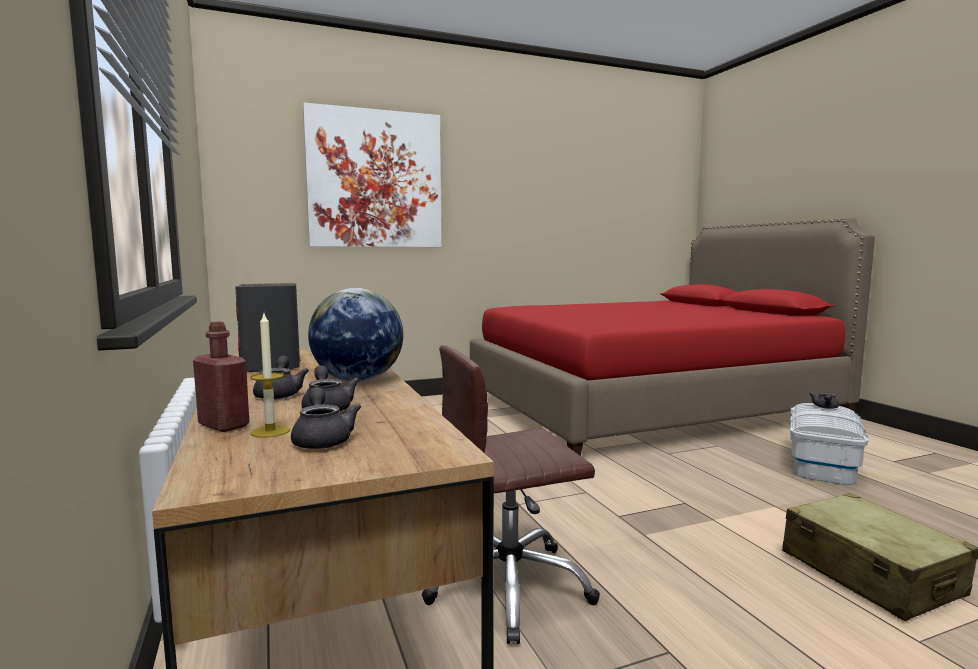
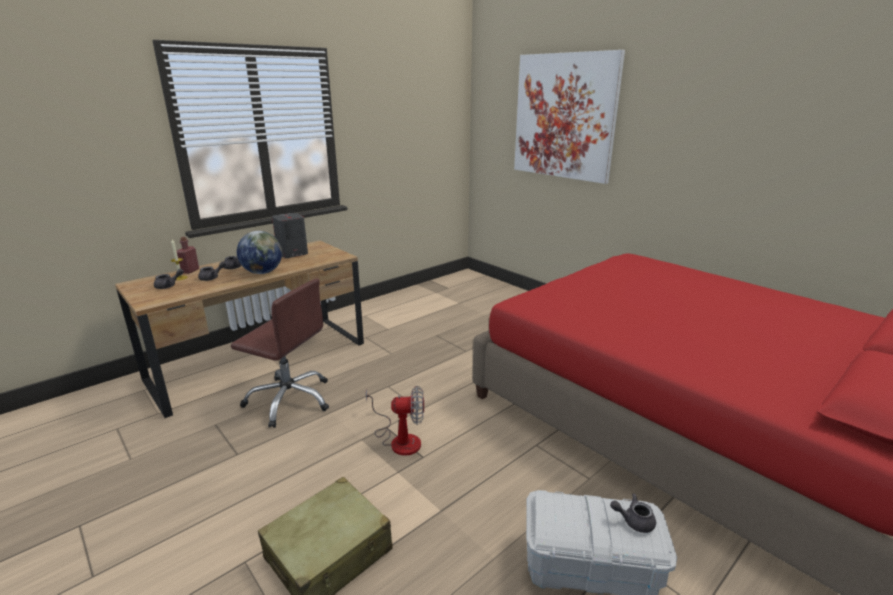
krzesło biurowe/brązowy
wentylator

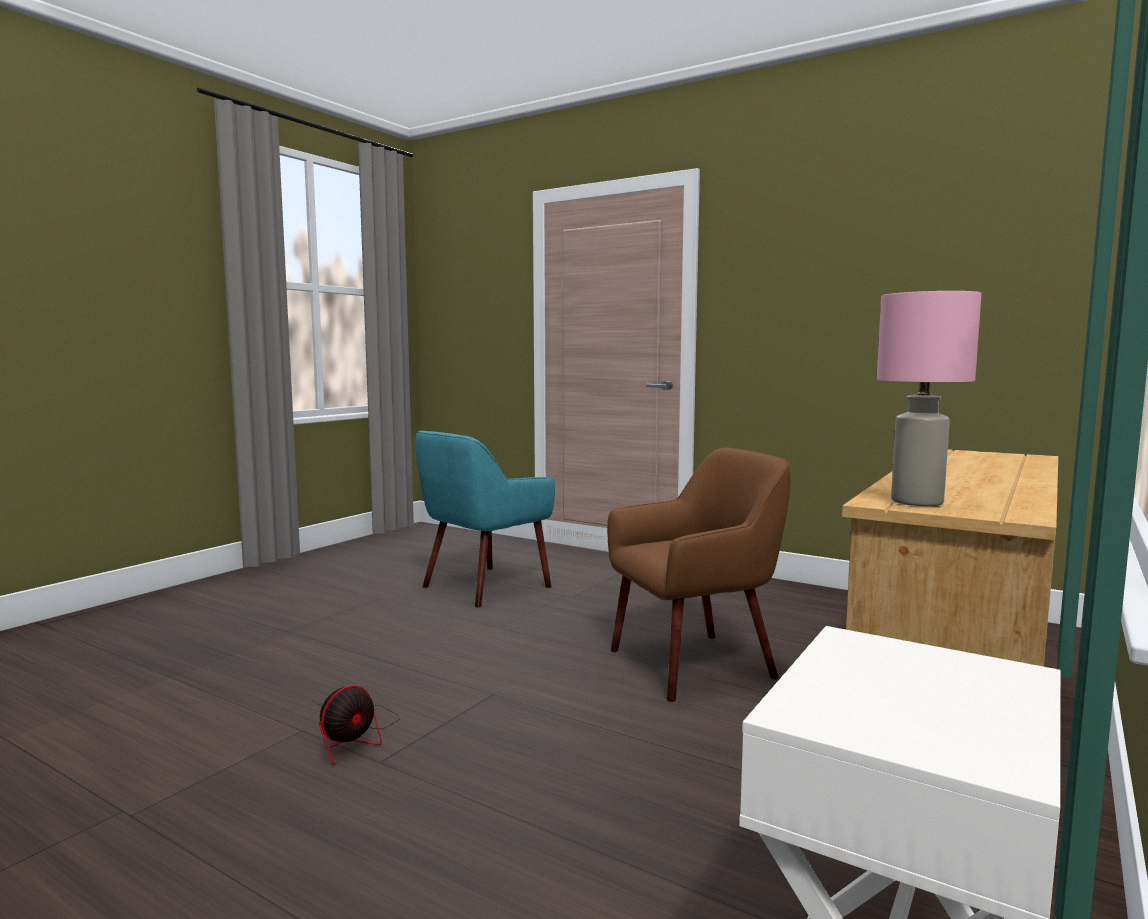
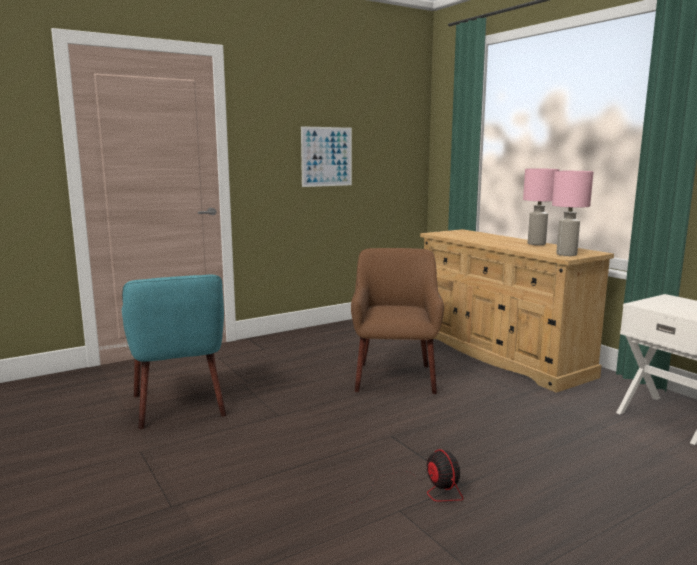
obraz
lampa stołowa/różowy (no. 1 from left)

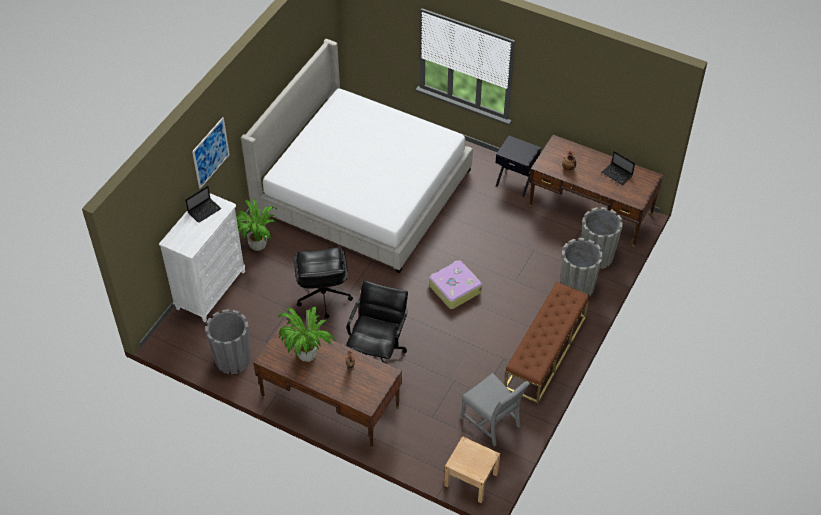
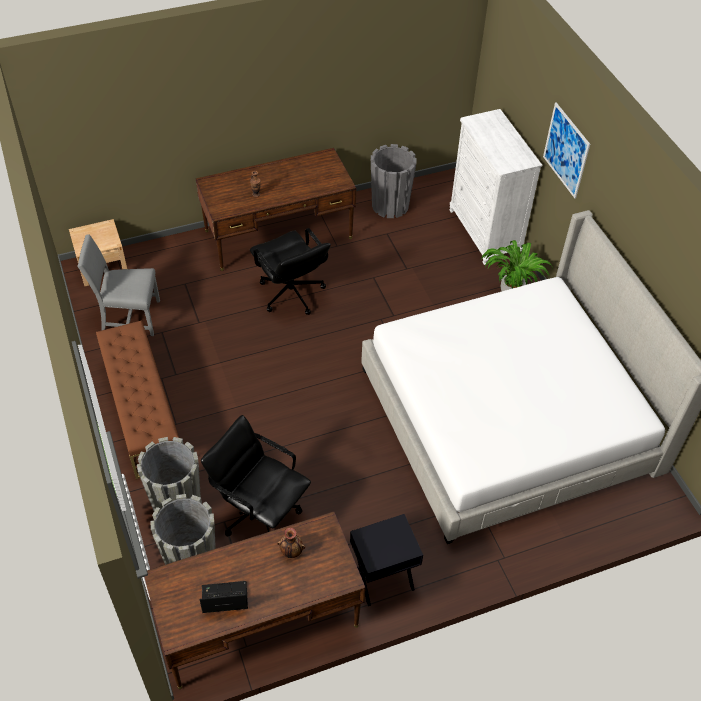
laptop (no. 1 from left in the first image)
krzesło biurowe/czarny (no. 1 from left)
walizka
roślina doniczkowa (no. 2 from left in the first image)

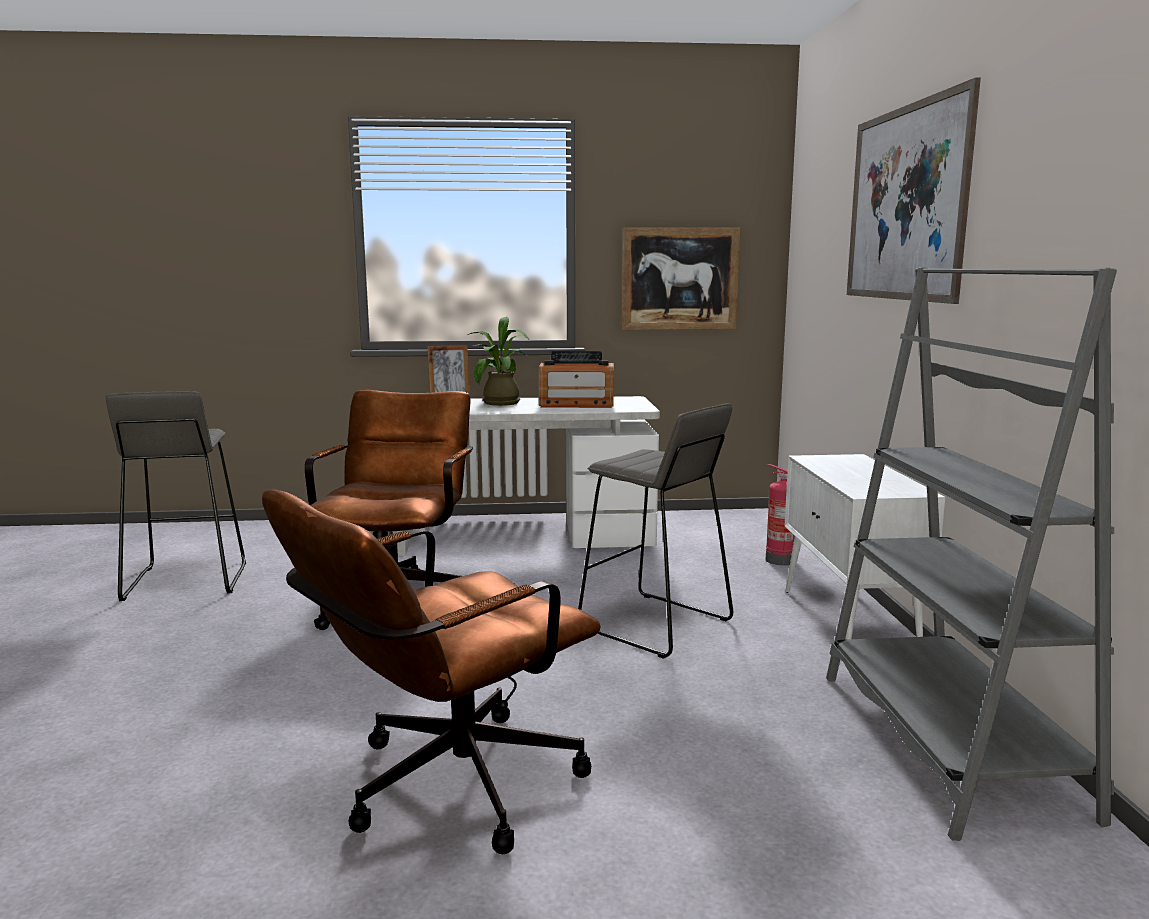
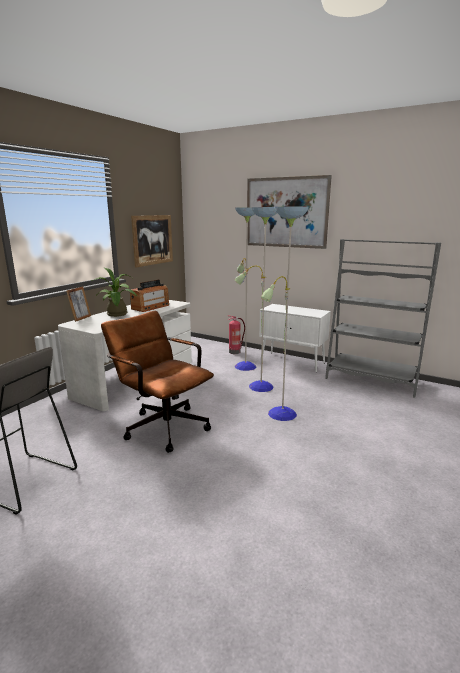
lampa stojąca
krzesło biurowe/brązowy (no. 2 from left in the first image)

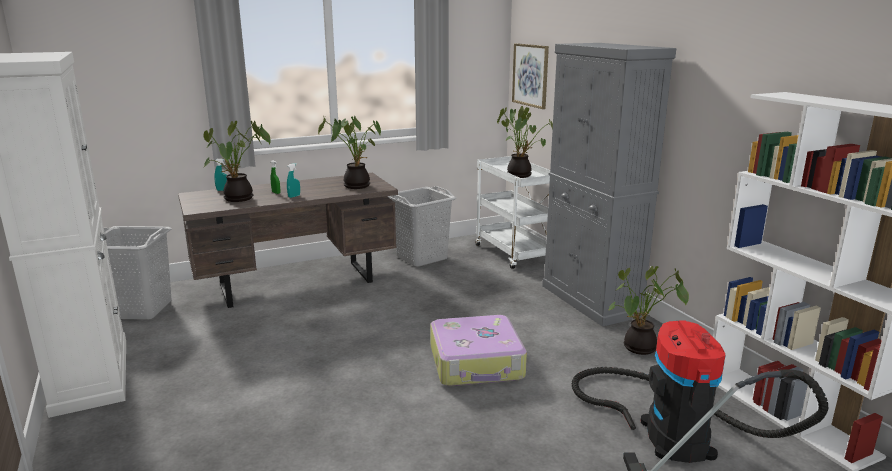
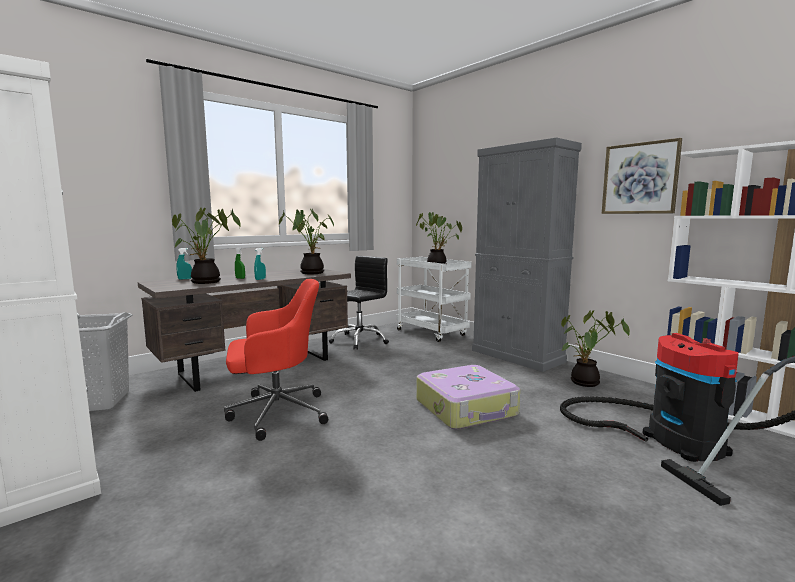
obraz
krzesło biurowe/czarny
krzesło biurowe/czerwony

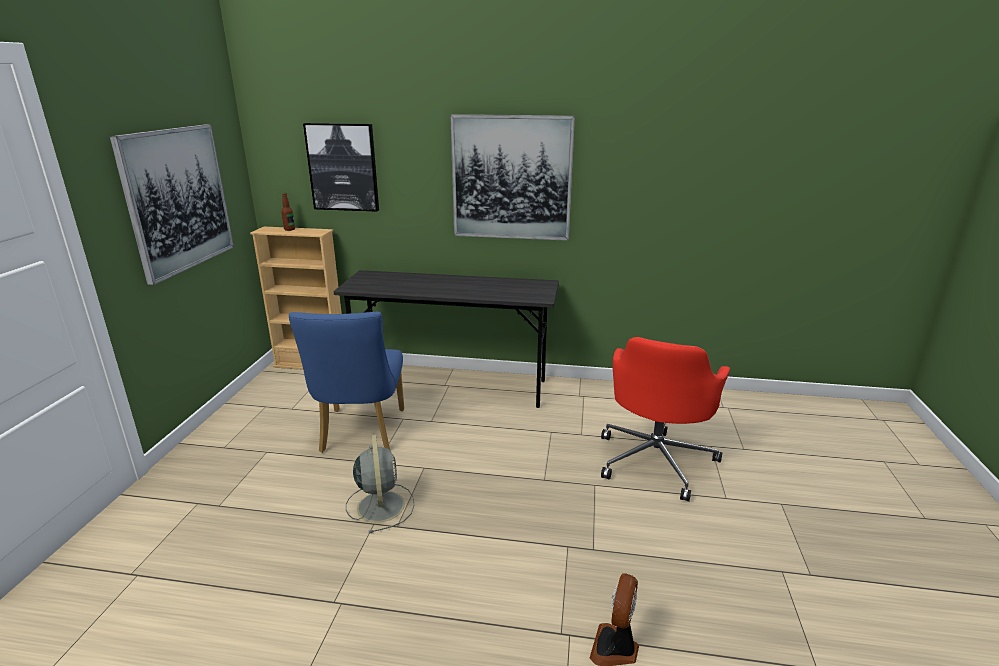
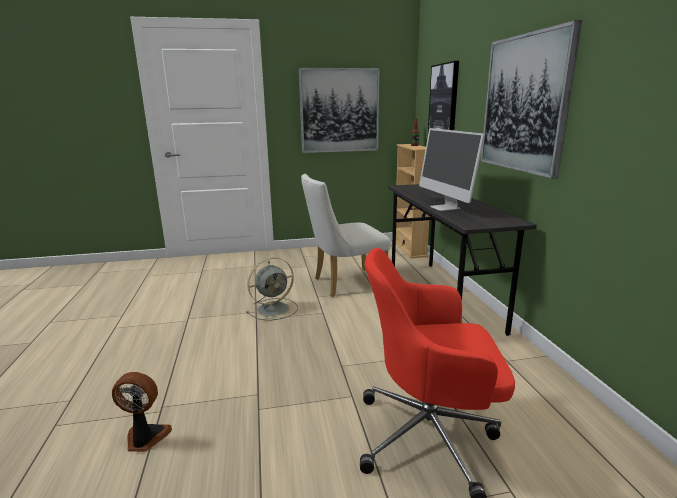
krzesło/biały
monitor

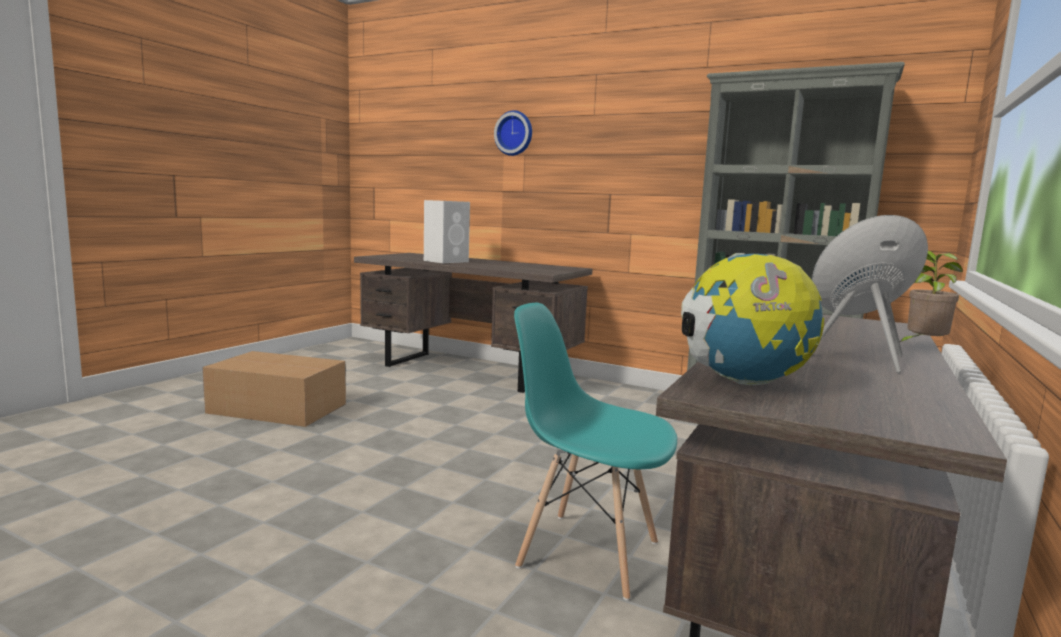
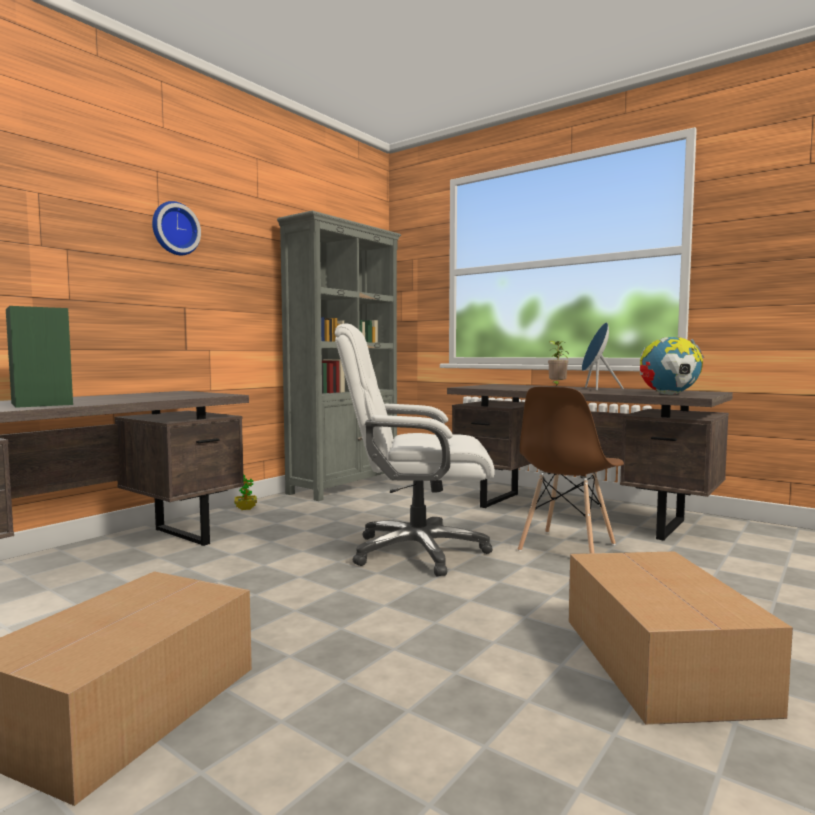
zegar ścienny
głośnik/zielony
krzesło/brązowy
krzesło biurowe/biały
roślina doniczkowa (no. 1 from left)
karton (no. 2 from left)

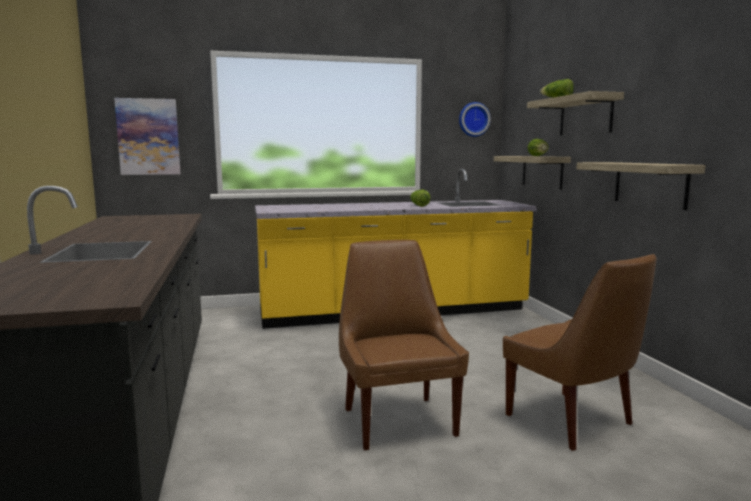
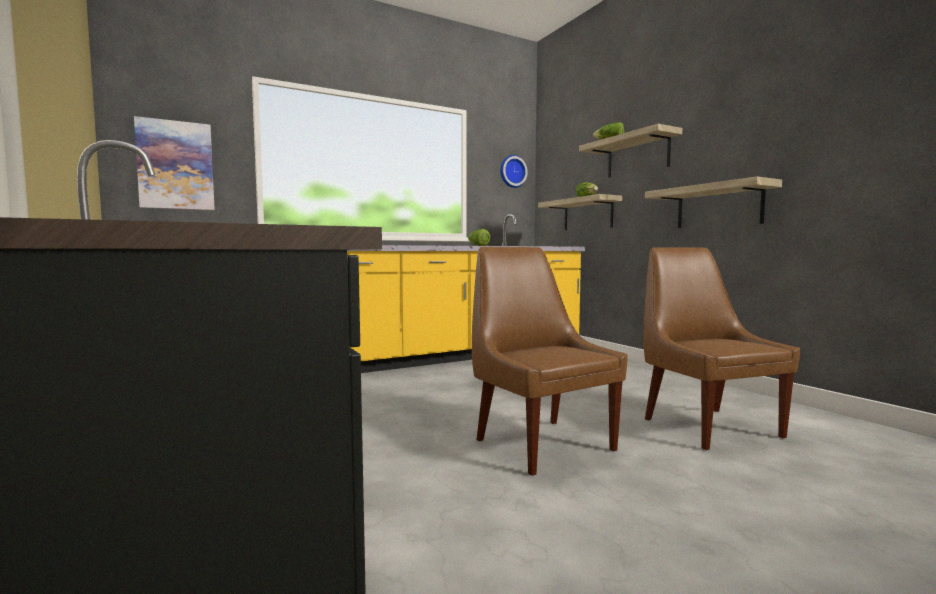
krzesło/brązowy (no. 2 from left)

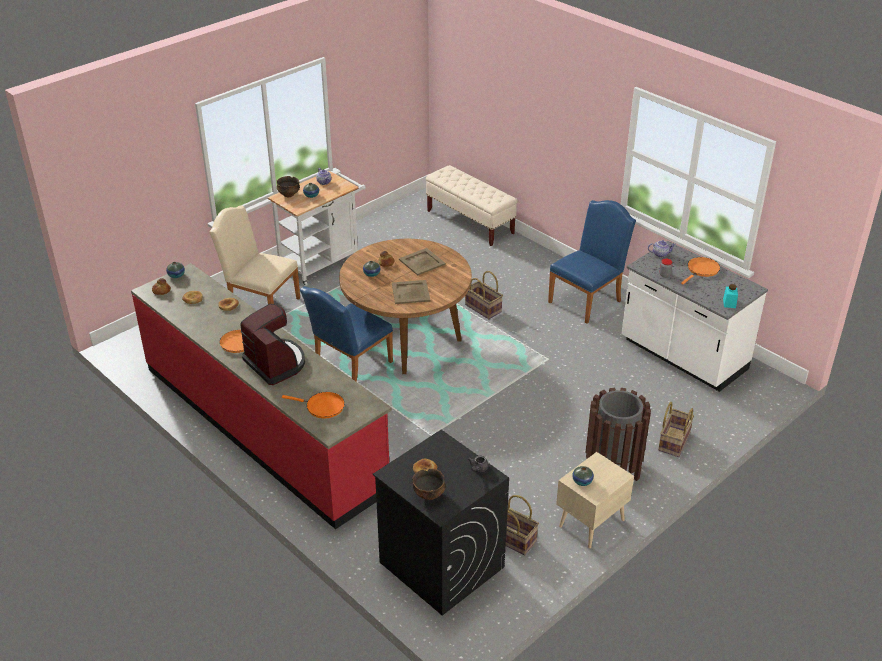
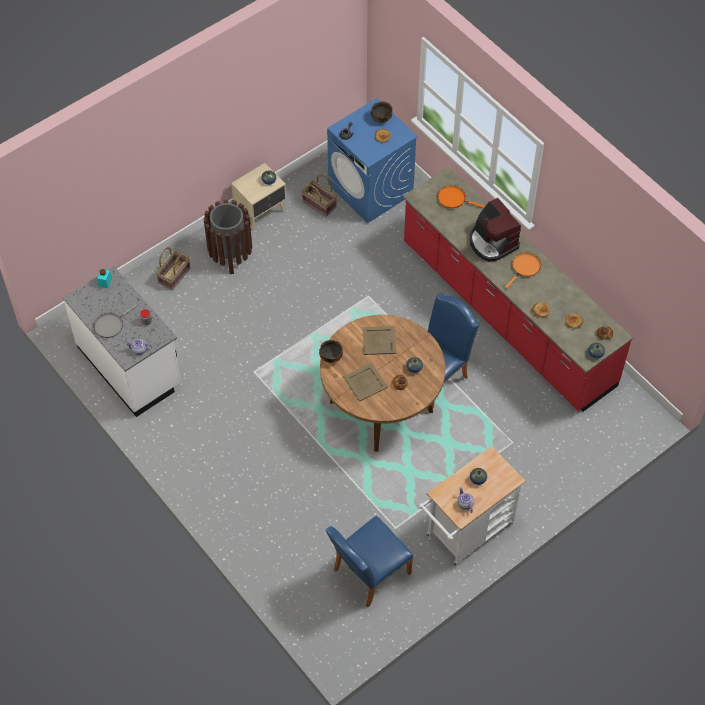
ławka/beżowy
miska (no. 1 from left)
krzesło/niebieski (no. 1 from left)
krzesło/beżowy
patelnia/szary
koszyk (no. 1 from left in the first image)
pralka/niebieski

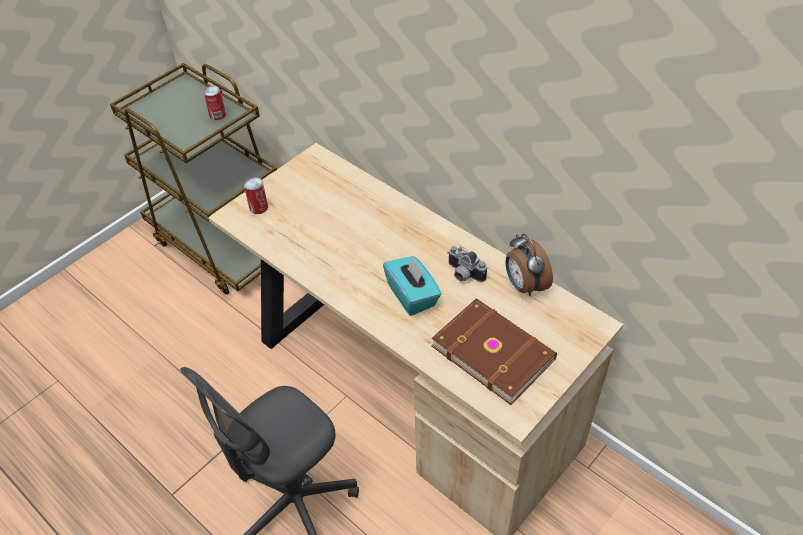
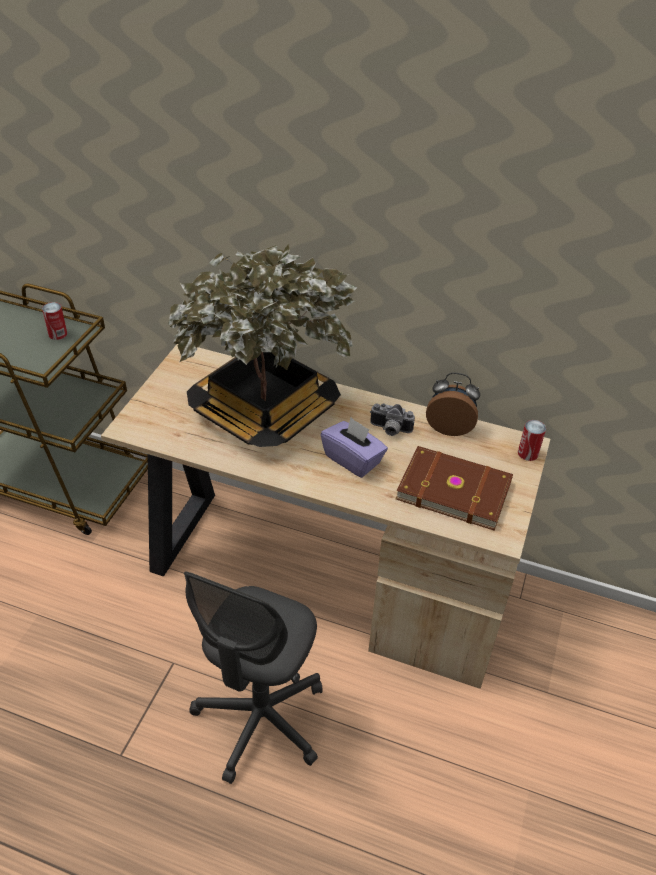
puszka (no. 2 from left)
budzik
pudełko chusteczek/fioletowy
roślina doniczkowa

